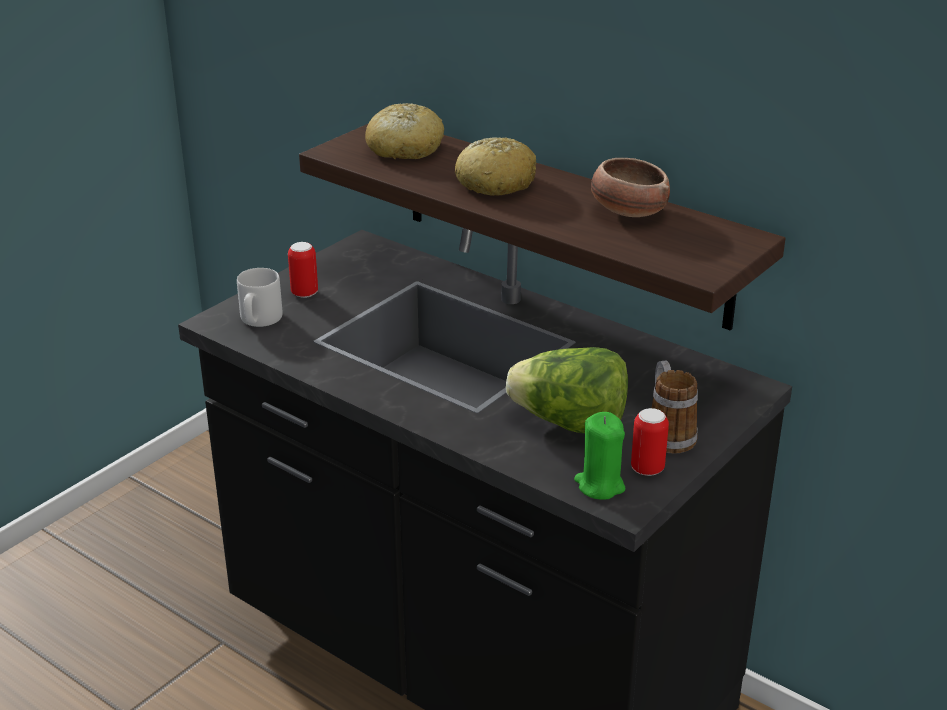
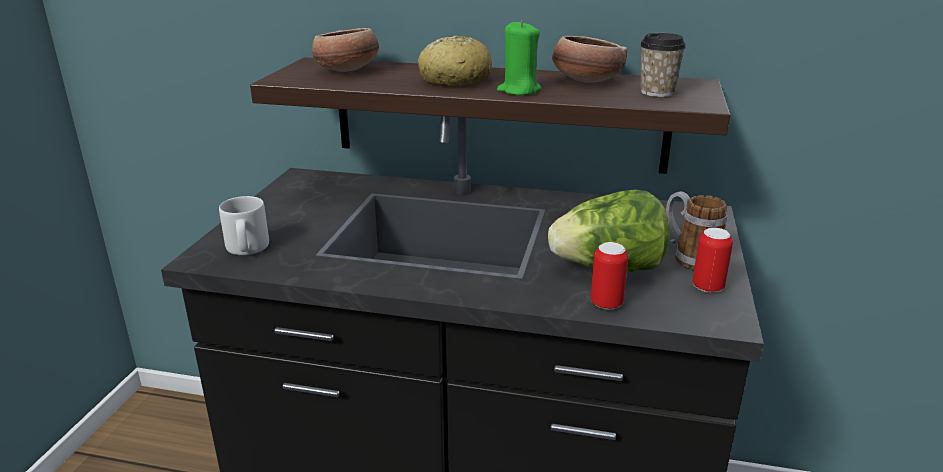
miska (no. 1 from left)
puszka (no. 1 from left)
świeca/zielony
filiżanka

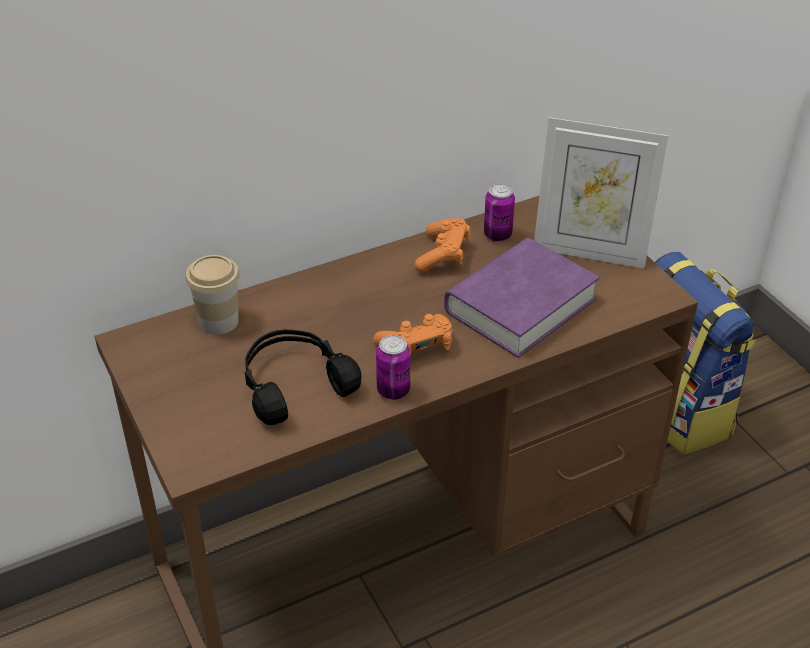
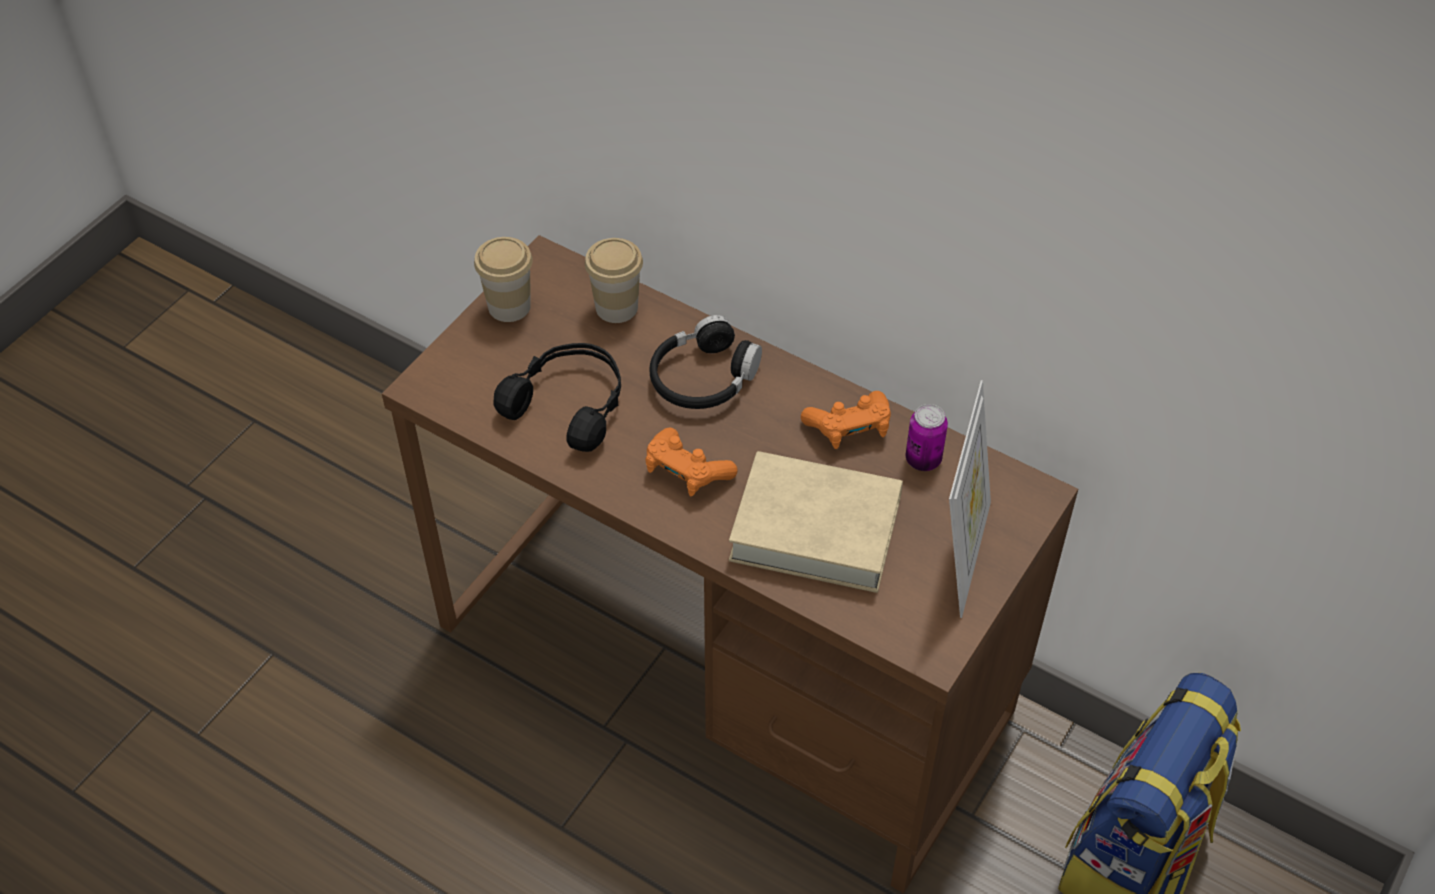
ramka na zdjęcie
książka/beżowy
puszka (no. 1 from left in the first image)
filiżanka (no. 1 from left)
słuchawki/czarny (no. 2 from left)

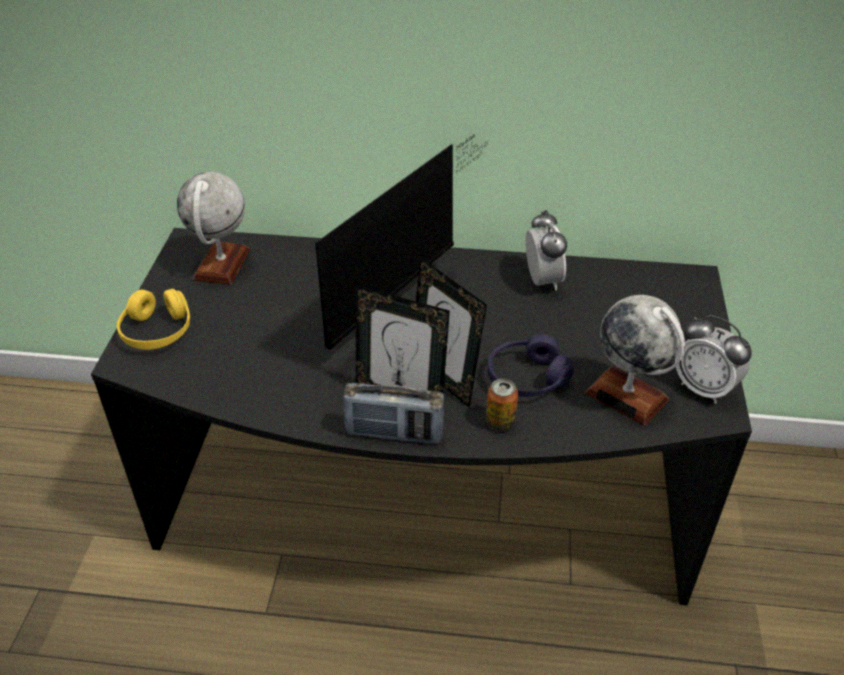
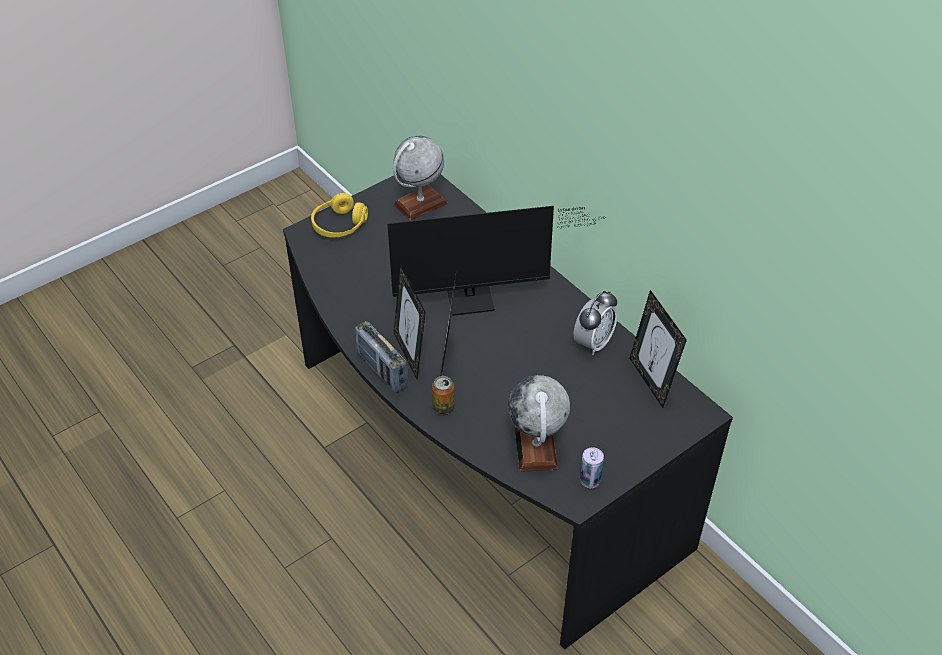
puszka (no. 2 from left)
słuchawki/fioletowy
ramka na zdjęcie (no. 3 from left)

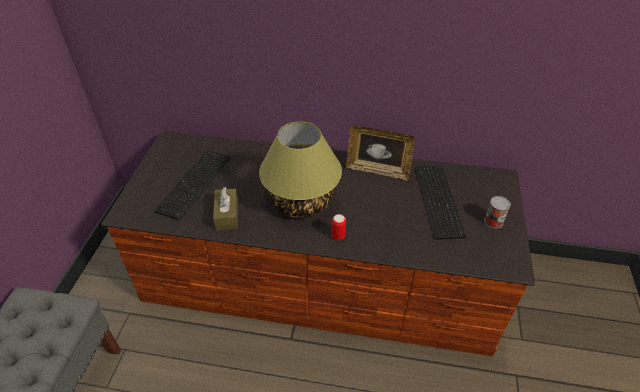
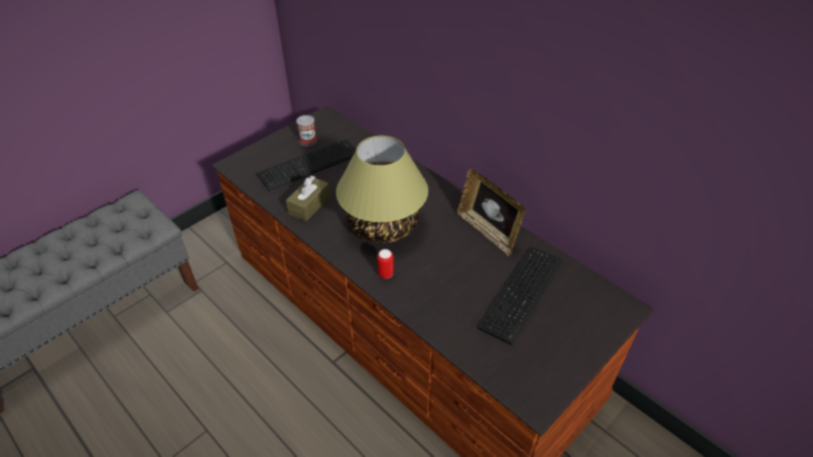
puszka (no. 1 from left)

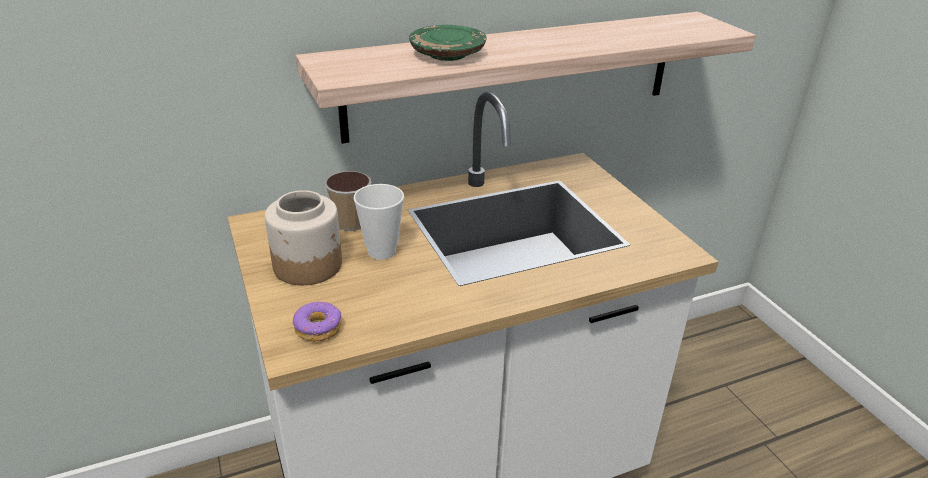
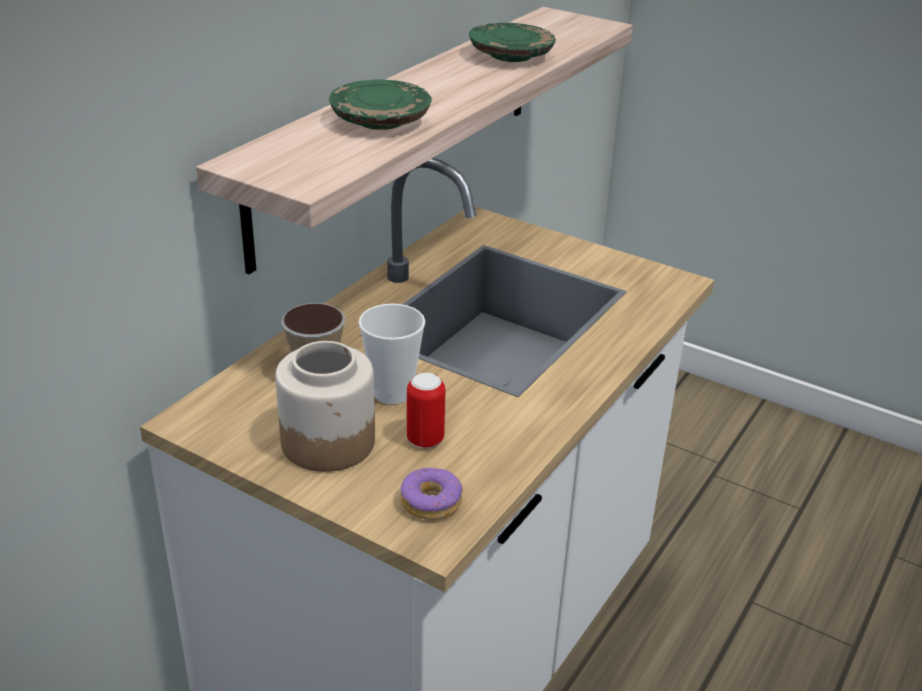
talerz/zielony (no. 2 from left)
puszka

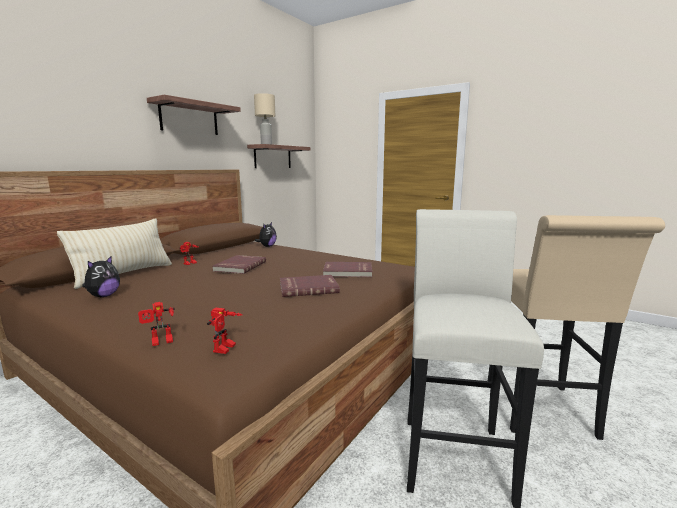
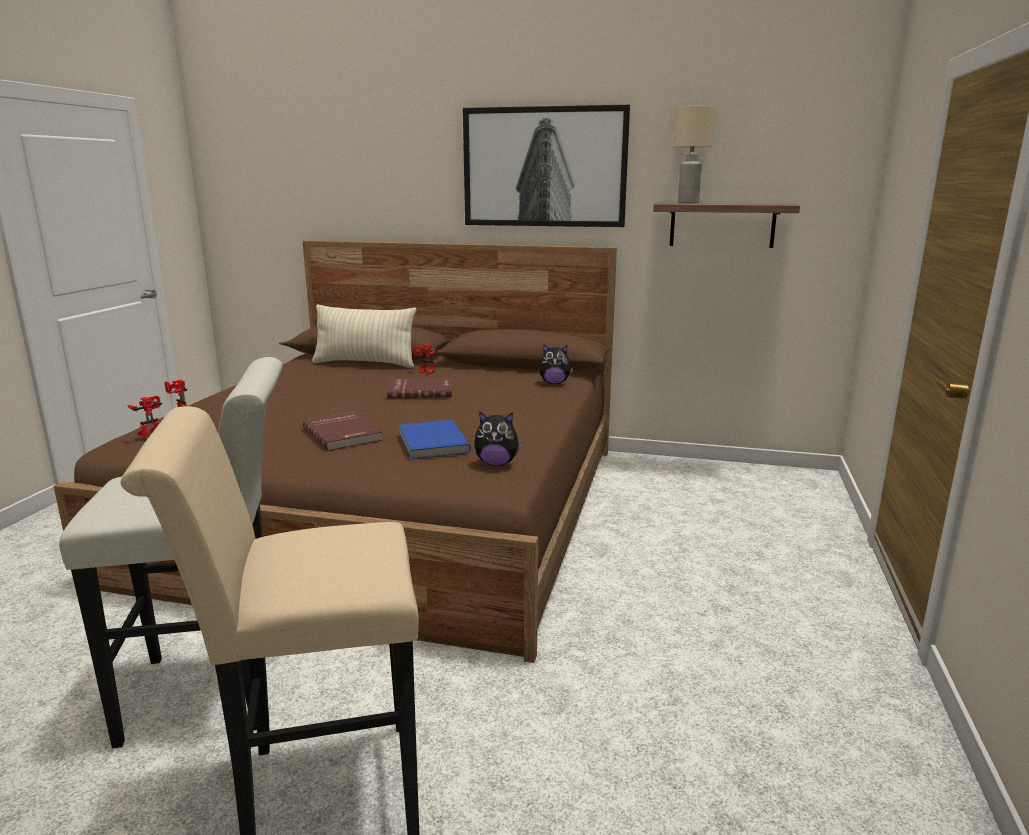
obraz
pluszak (no. 1 from left)
książka/niebieski
robot zabawkowy (no. 1 from left)

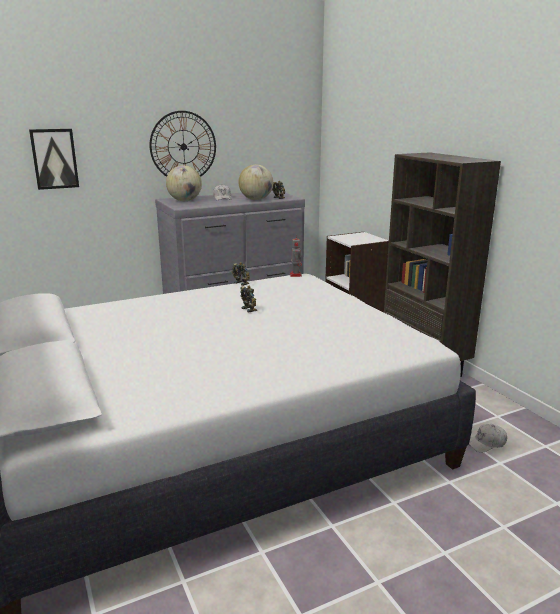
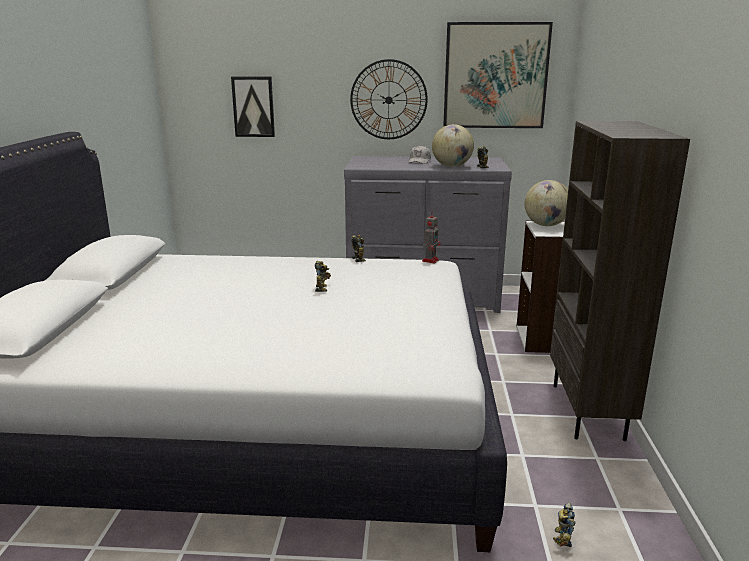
globus (no. 2 from left)
robot zabawkowy (no. 5 from left)
obraz (no. 2 from left)

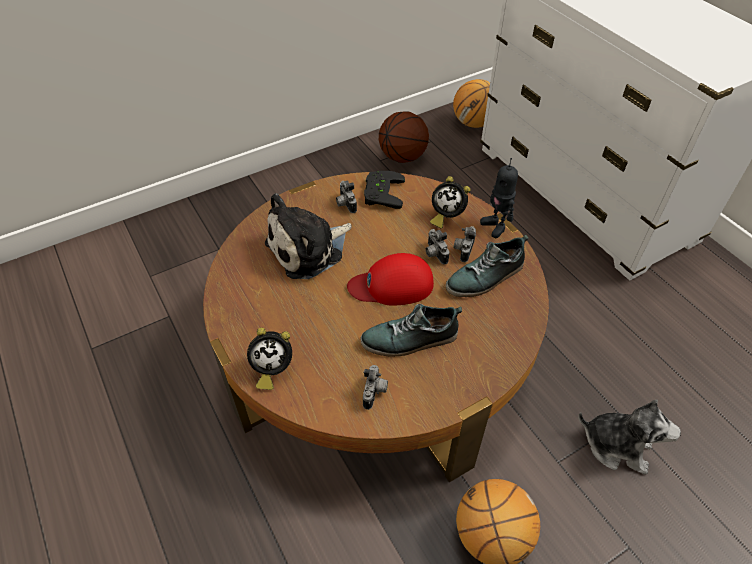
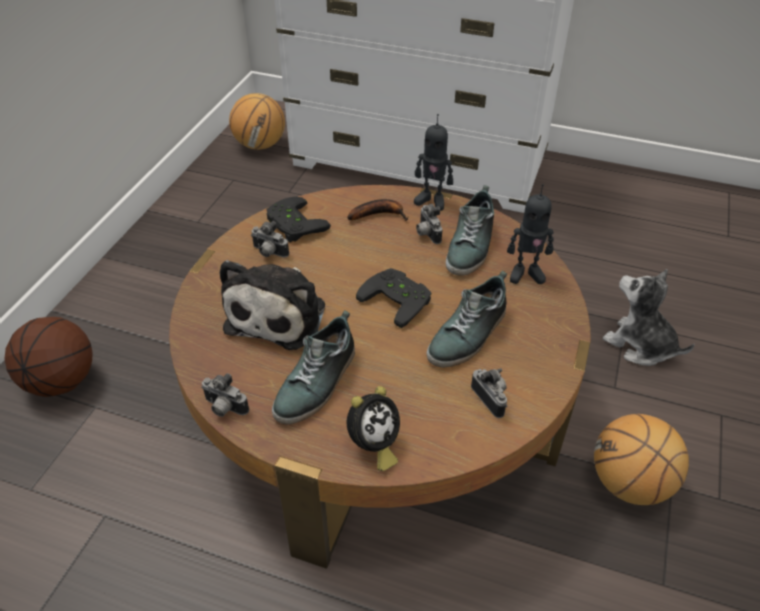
piłka do koszykówki (no. 1 from left)
banan
aparat fotograficzny (no. 1 from left)
pad do gier/czarny (no. 2 from left)
pluszak (no. 2 from left)
robot zabawkowy (no. 2 from left)
but (no. 1 from left)

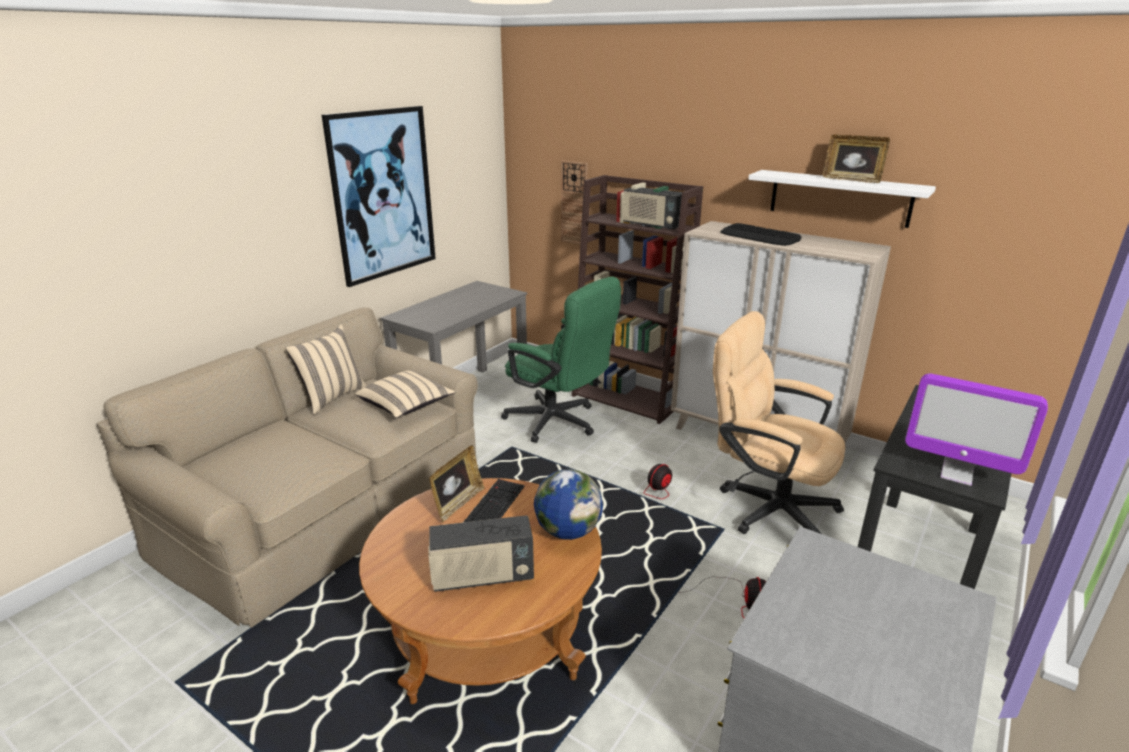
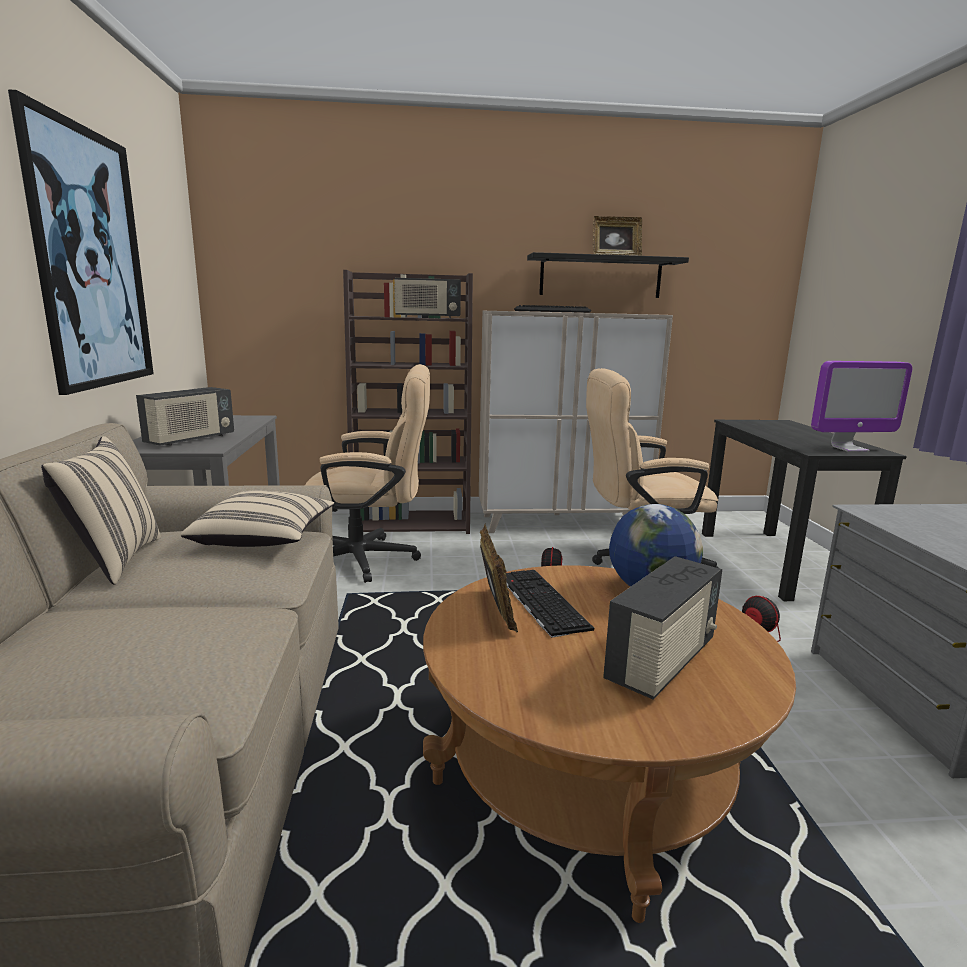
zegar ścienny
półka/czarny
krzesło biurowe/beżowy (no. 1 from left)
radio (no. 1 from left)

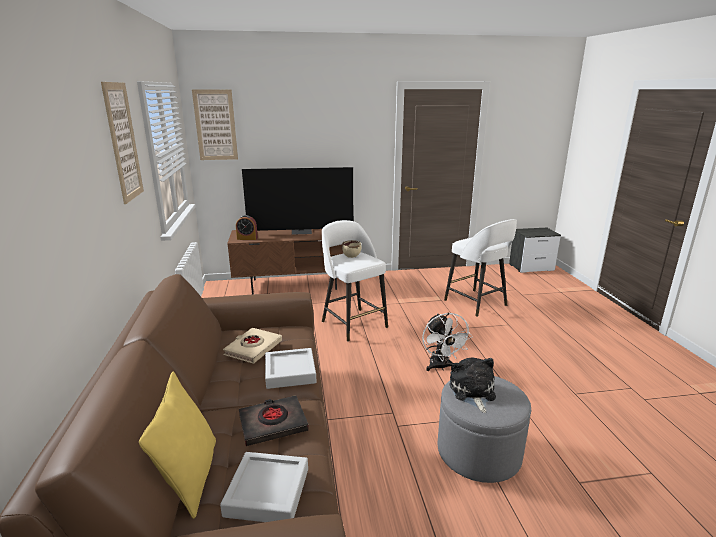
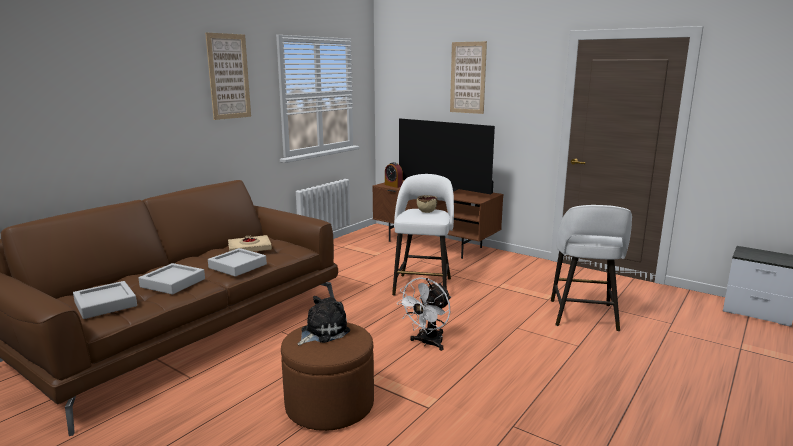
obraz (no. 2 from left)
poduszka/żółty
pufa/brązowy
taca/szary (no. 2 from left)

